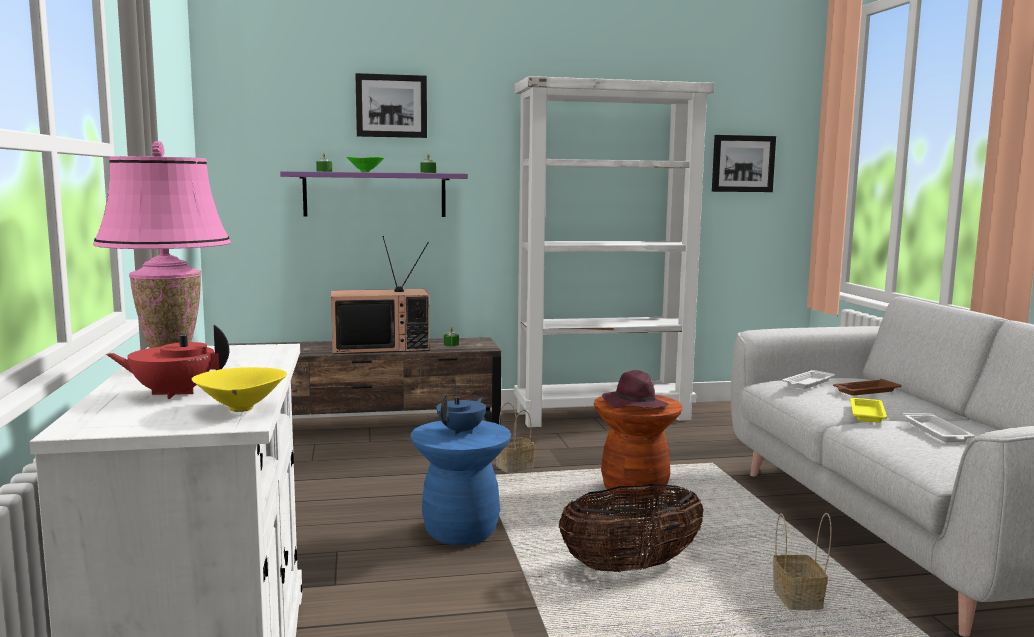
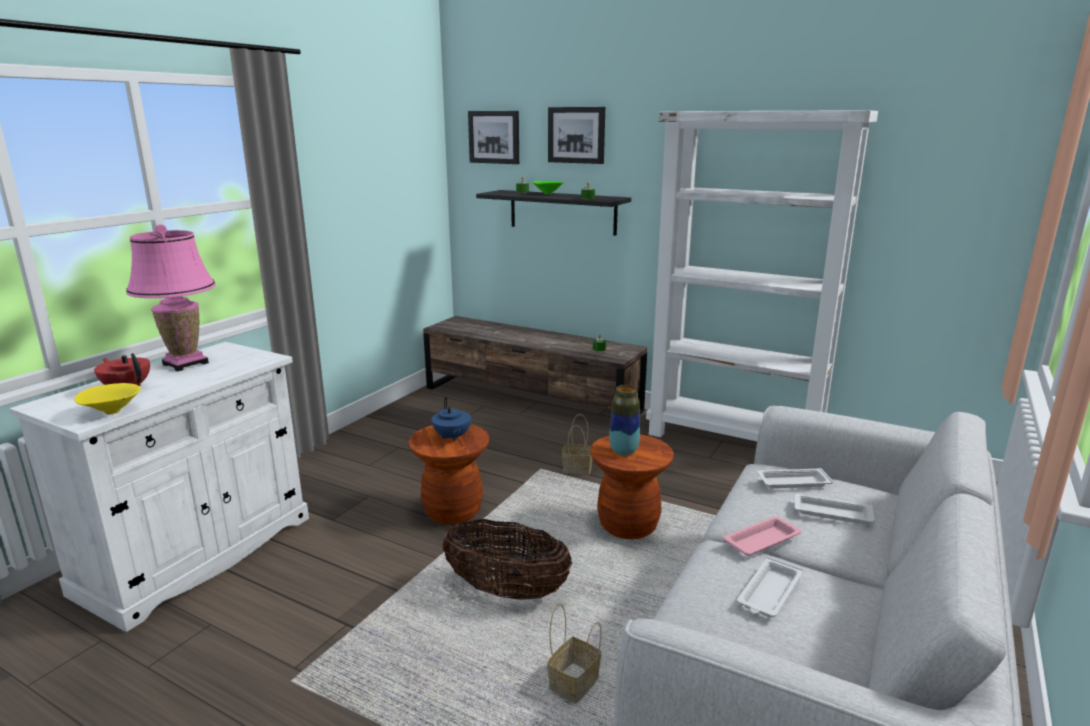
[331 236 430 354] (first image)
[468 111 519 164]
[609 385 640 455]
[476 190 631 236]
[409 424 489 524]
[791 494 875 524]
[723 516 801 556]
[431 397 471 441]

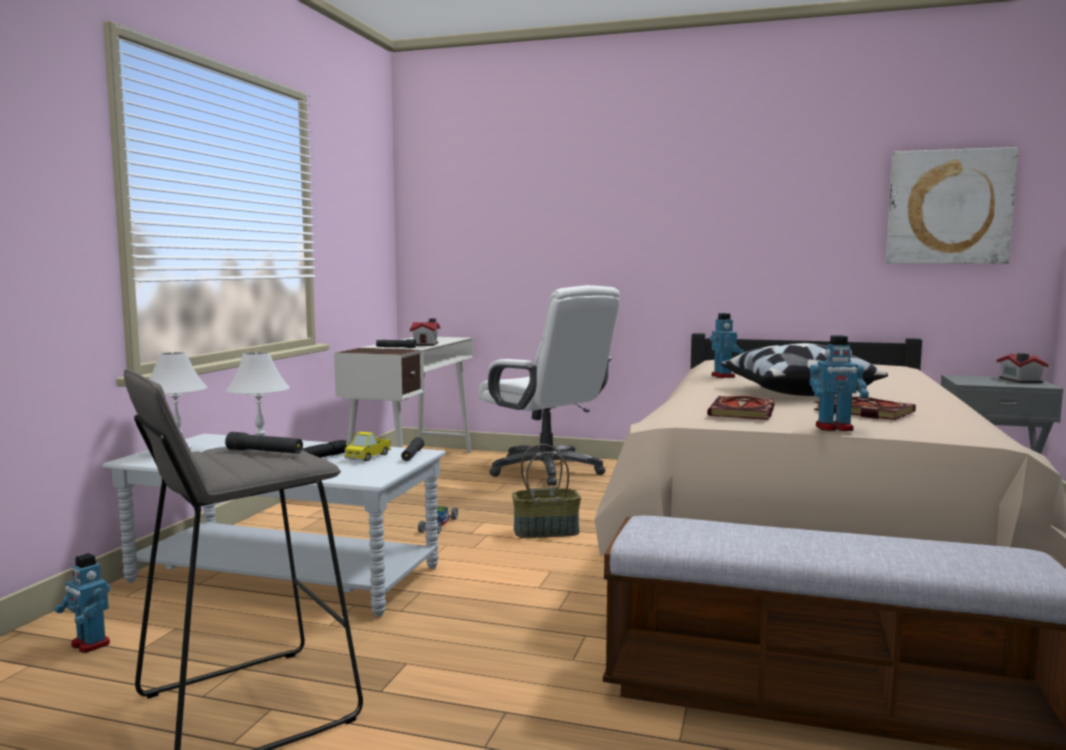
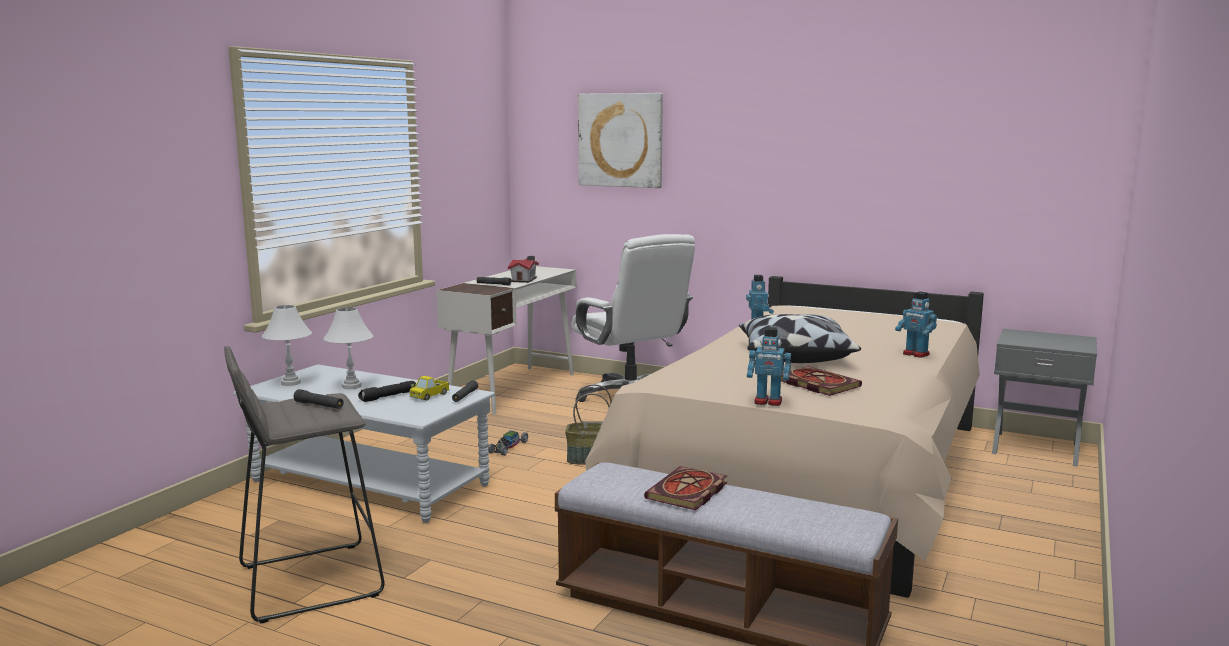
[997 353 1048 383] (first image)
[895 291 937 358]
[644 466 727 510]
[578 93 663 188]

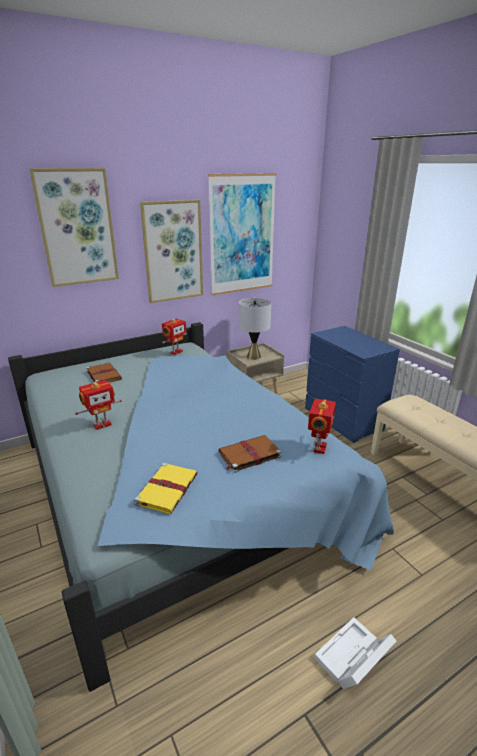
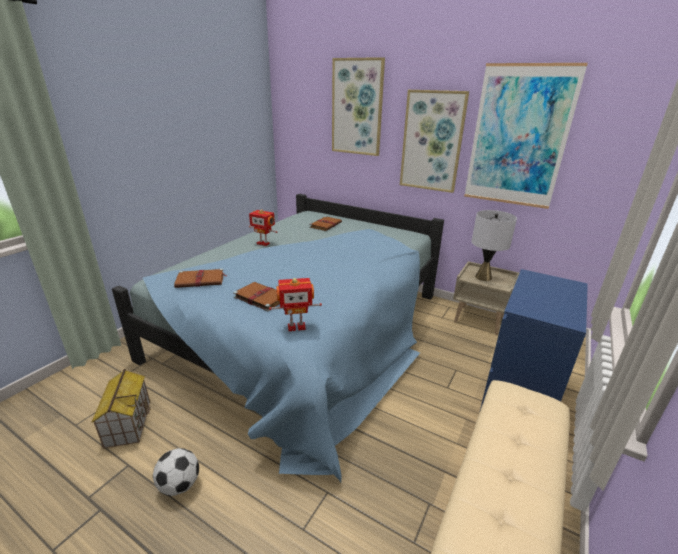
[162 319 187 355] (first image)
[92 369 151 448]
[153 448 199 496]
[174 268 226 288]

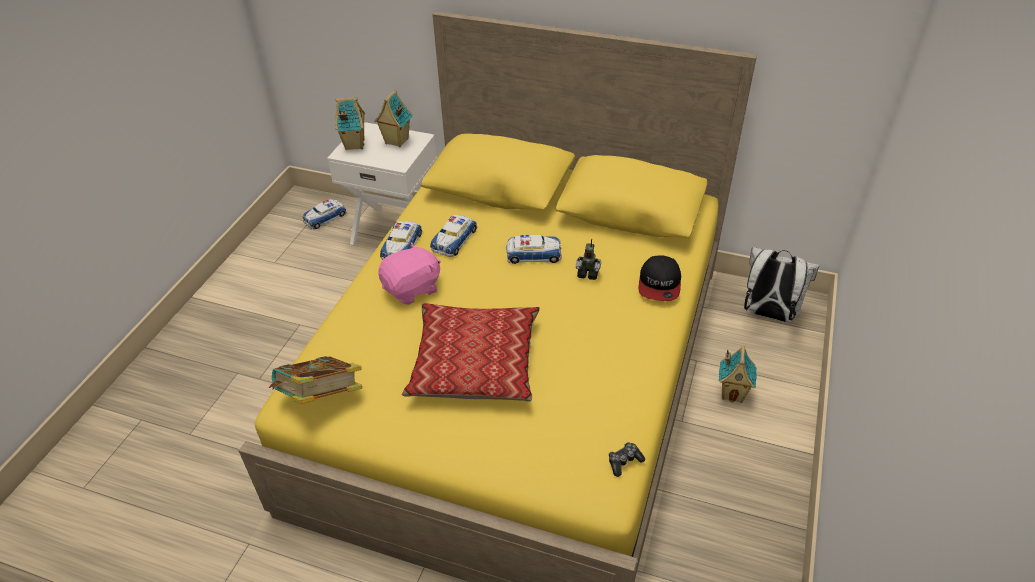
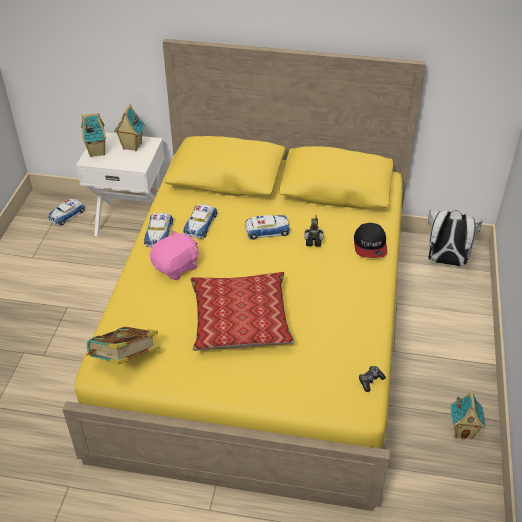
[450 391 485 440]

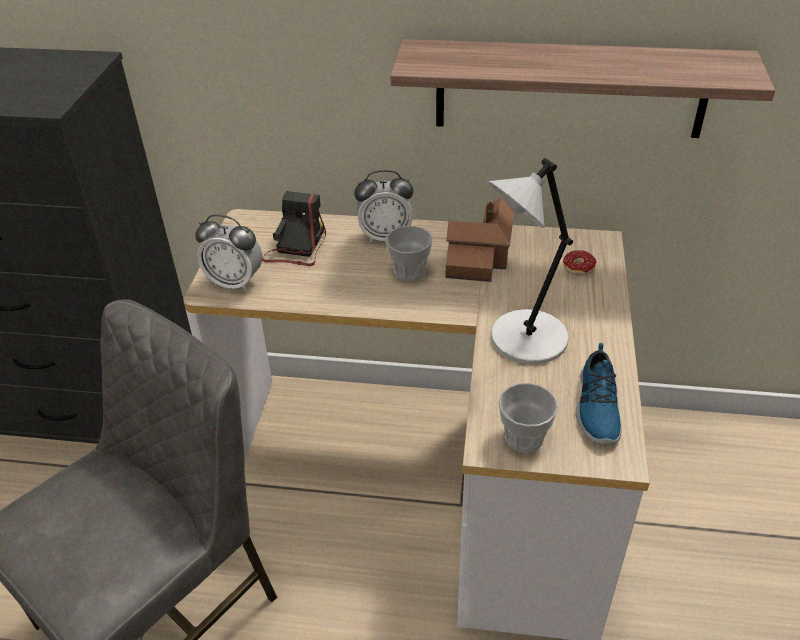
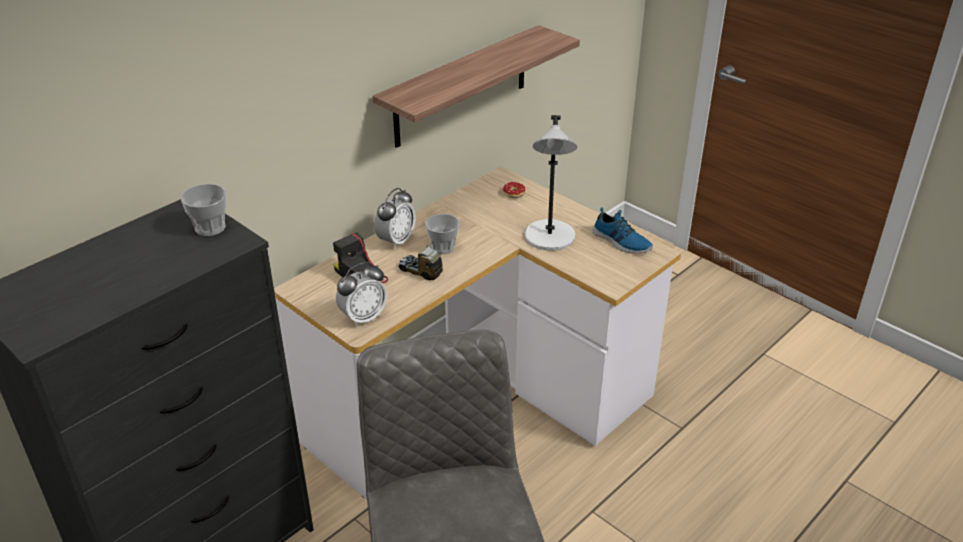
[446 197 514 282] (first image)
[398 245 443 280]
[181 184 227 236]

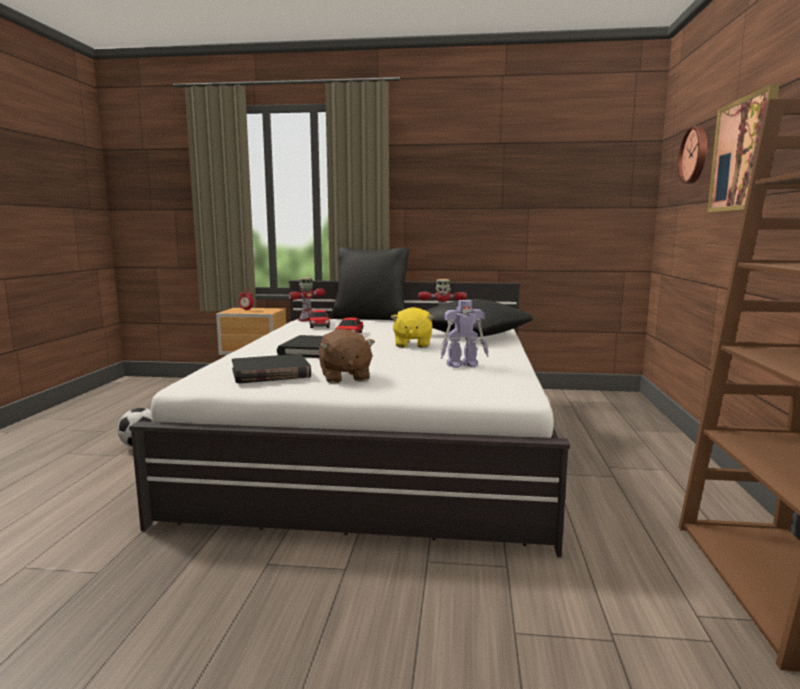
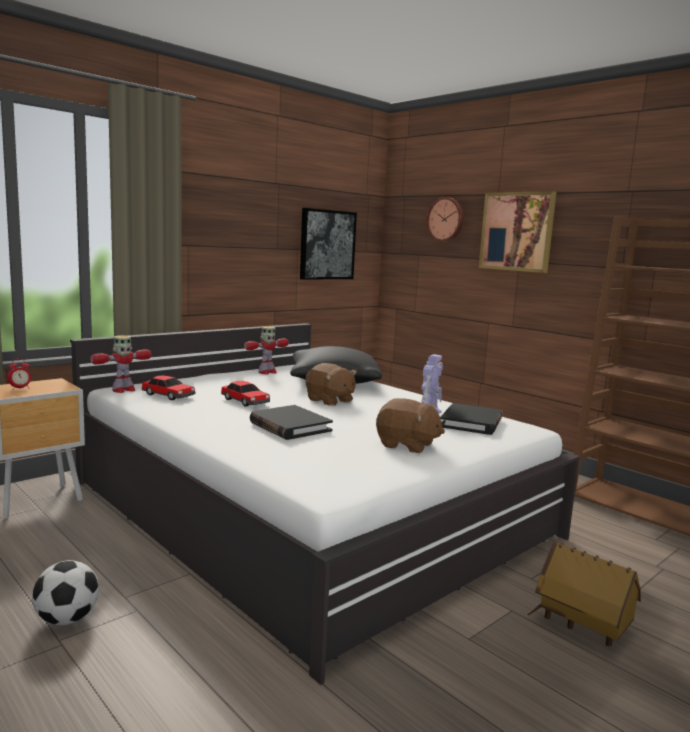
[332 247 409 320] (first image)
[300 208 357 280]
[527 541 641 647]
[440 403 503 435]
[305 363 357 406]
[90 335 151 393]

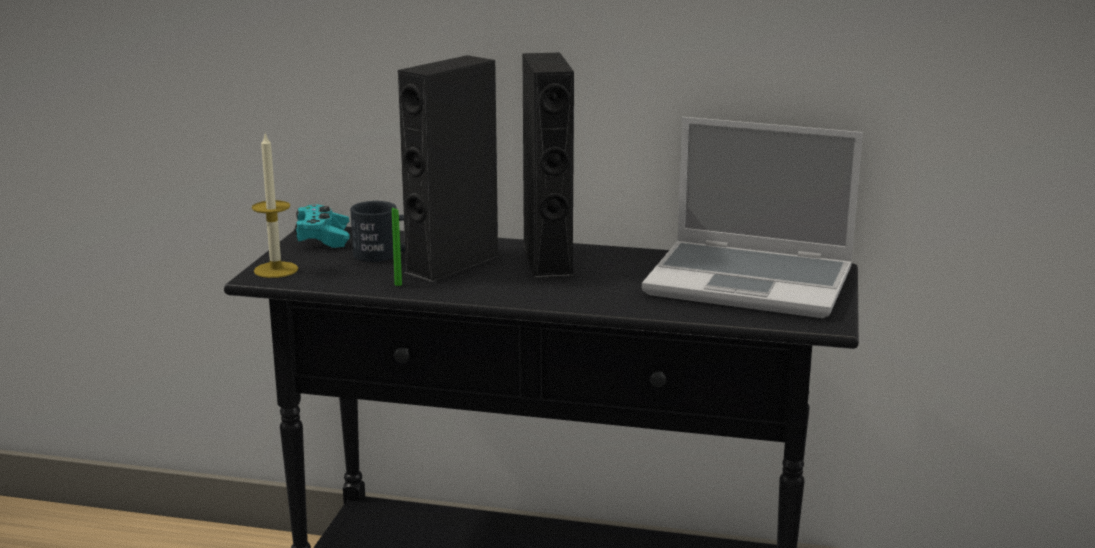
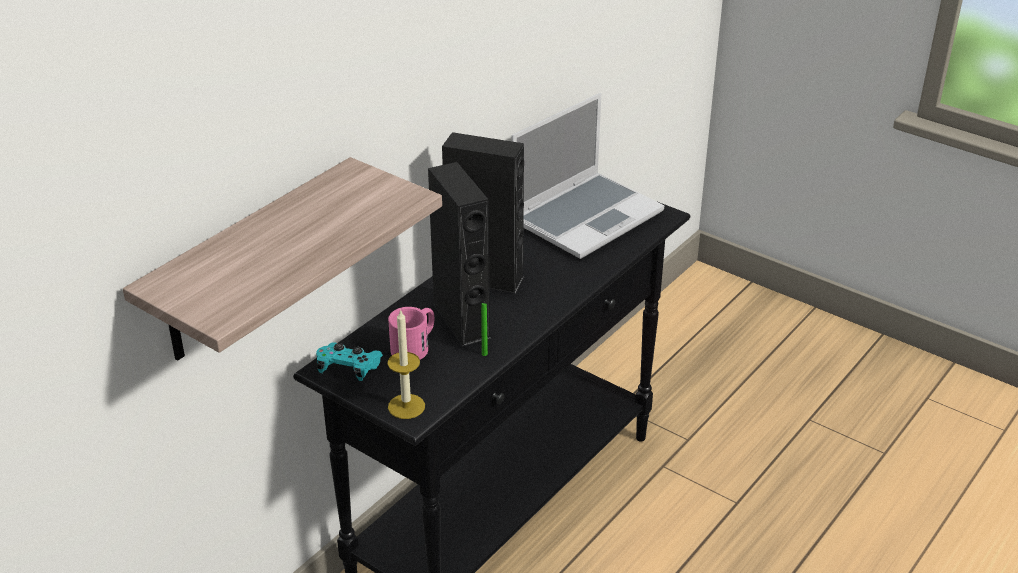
[123 157 442 361]
[388 307 434 360]

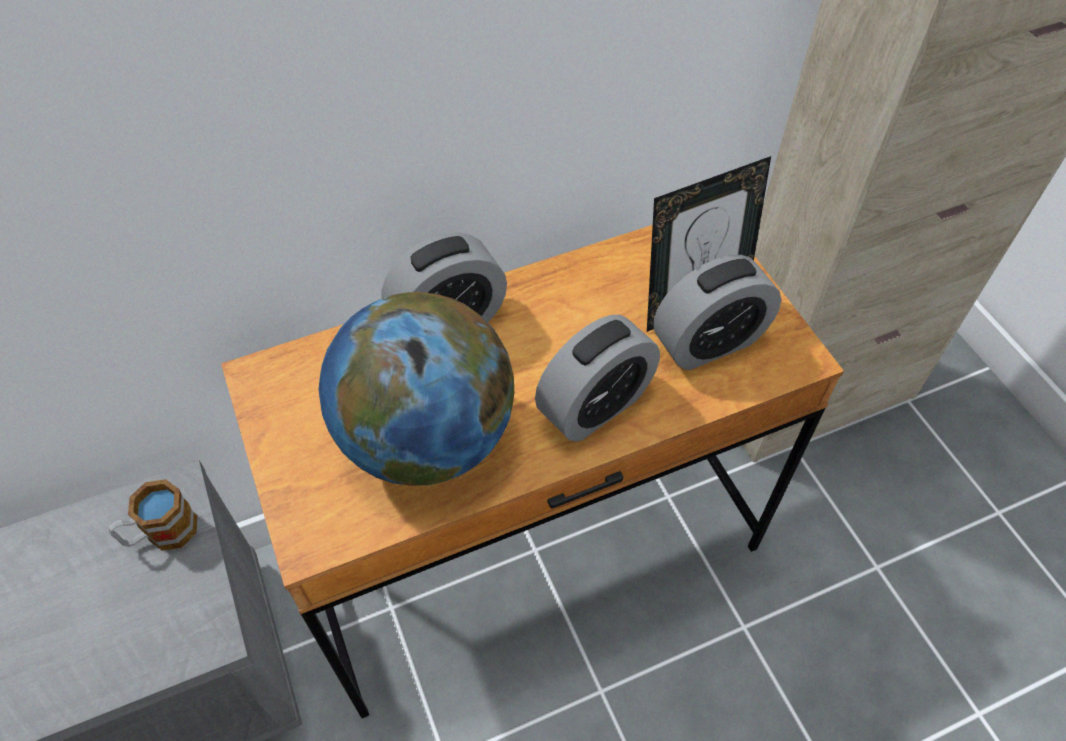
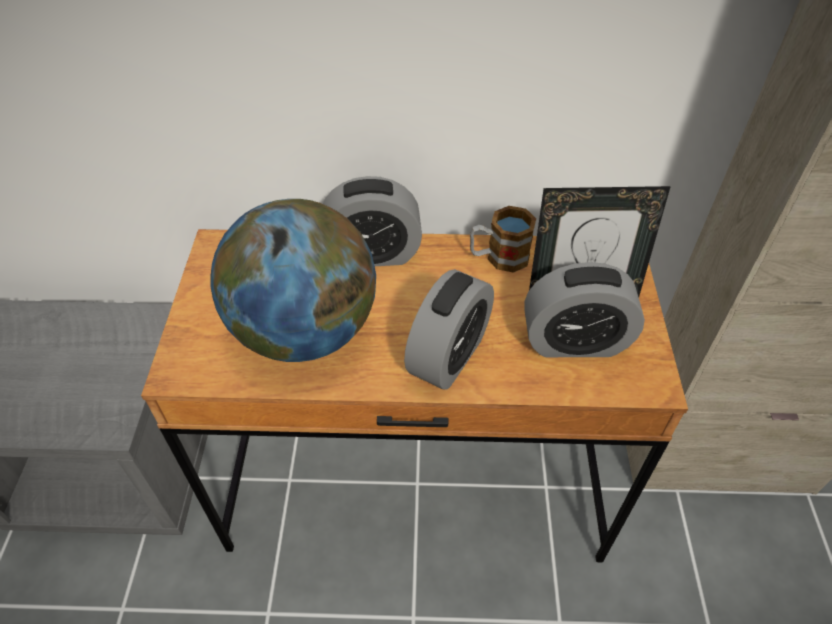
[470 206 536 273]
[404 269 494 389]

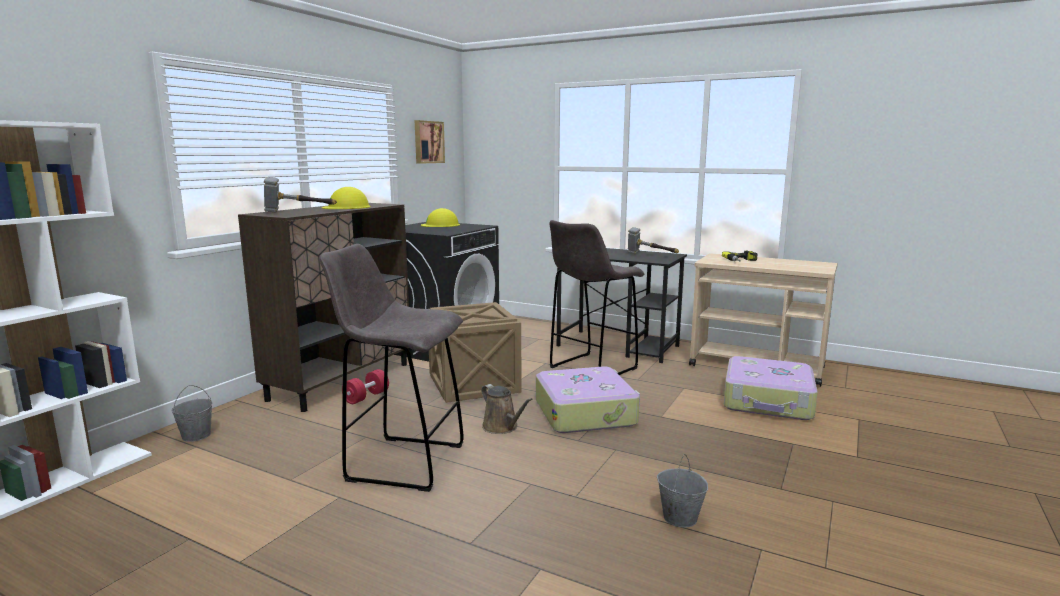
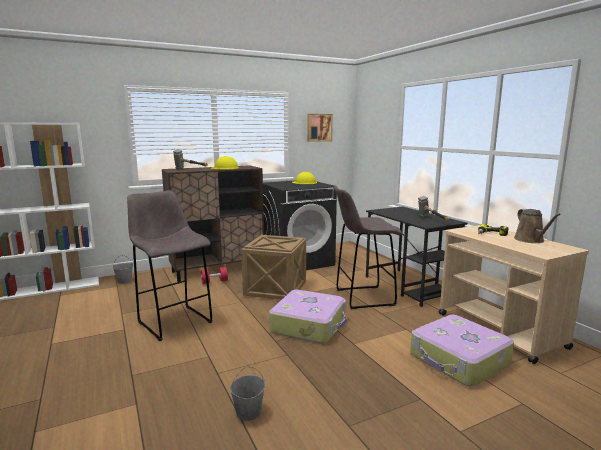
[514 209 561 243]

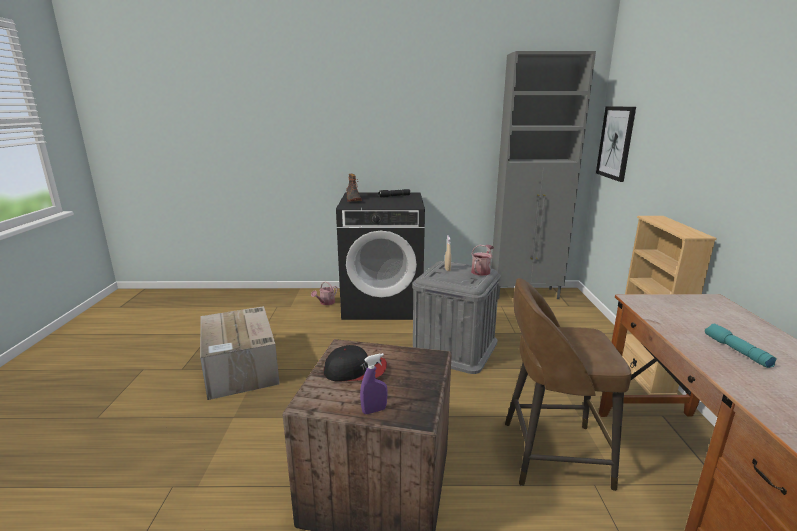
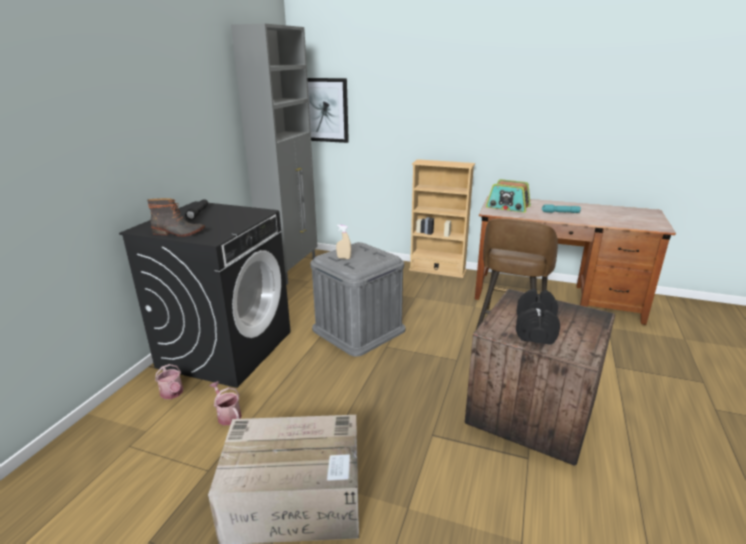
[360 353 387 414] (first image)
[486 179 531 213]
[209 381 242 425]
[516 289 560 345]

